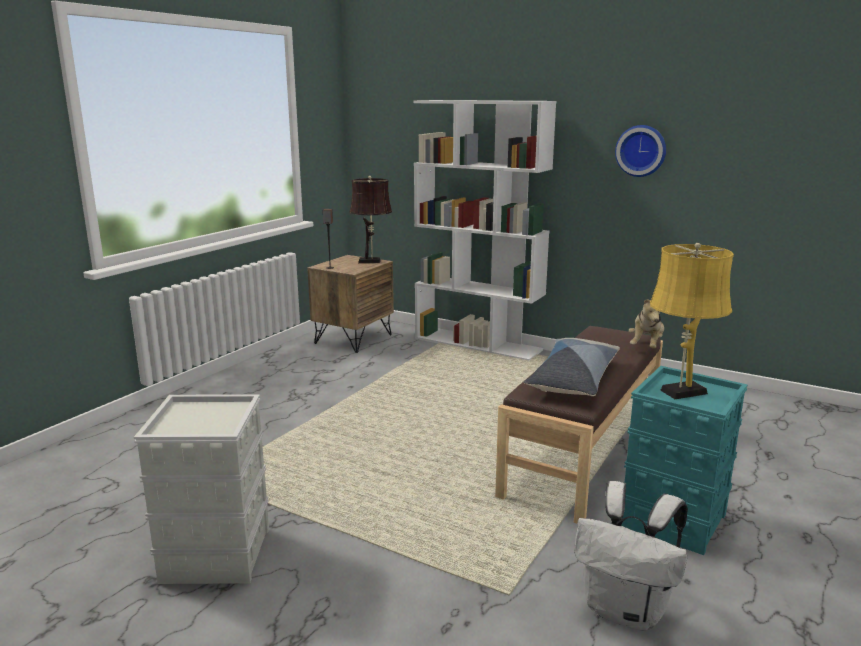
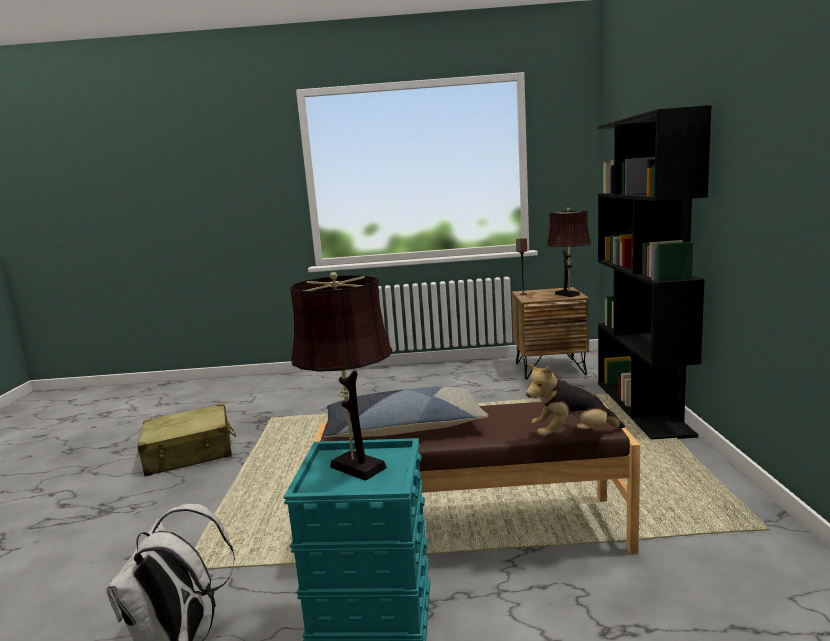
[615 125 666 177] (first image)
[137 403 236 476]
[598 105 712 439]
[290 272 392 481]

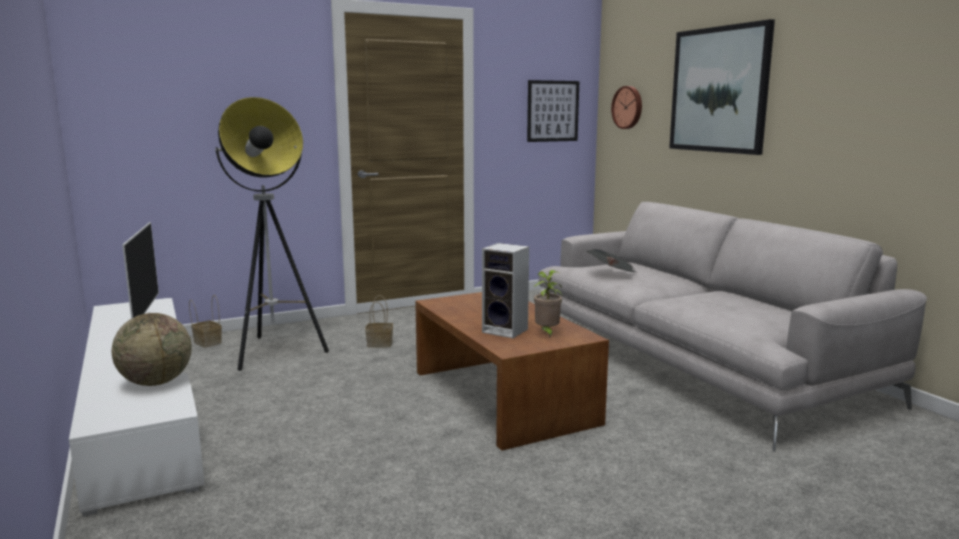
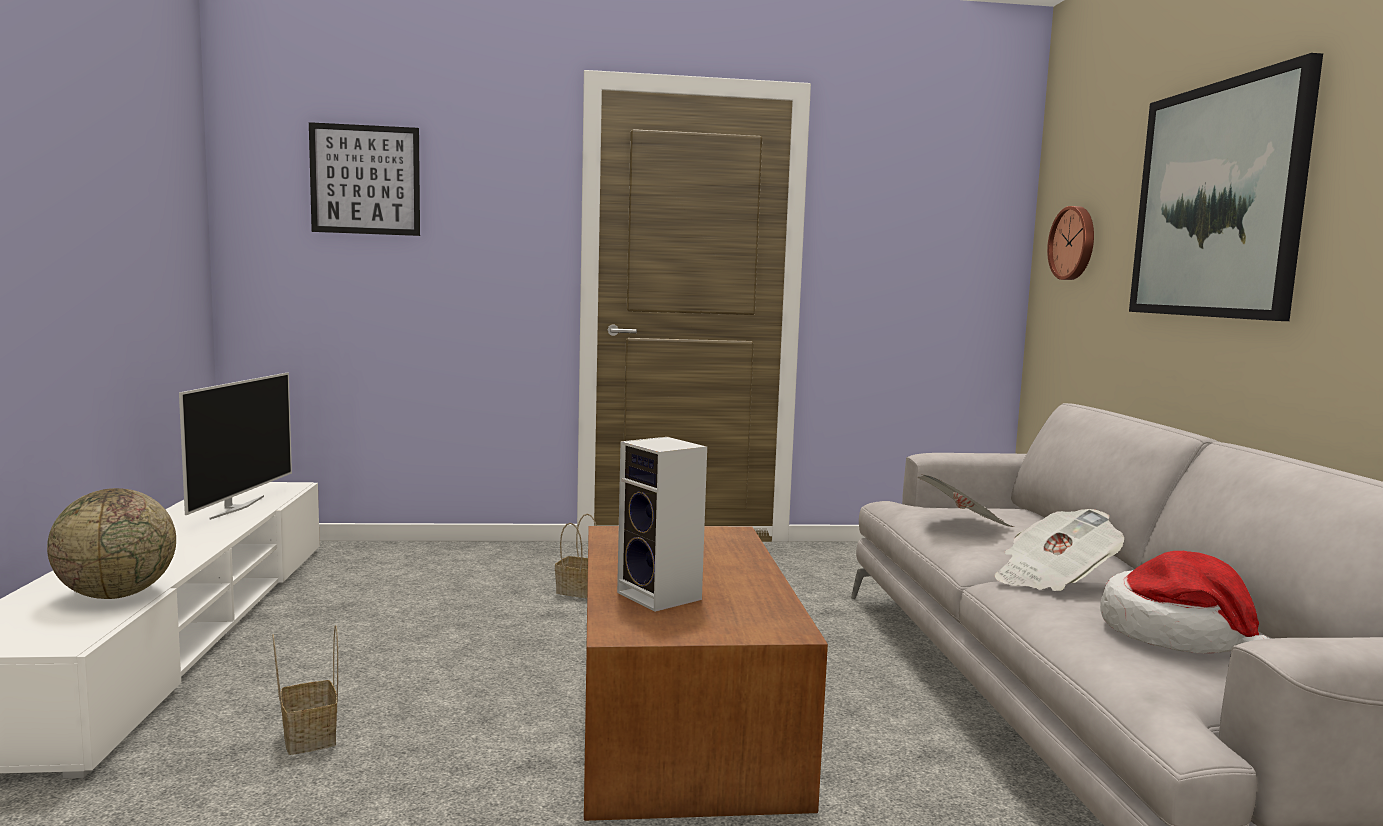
[215 97 329 371] (first image)
[533 270 563 339] (first image)
[995 509 1124 591]
[1100 551 1270 653]
[272 625 338 755]
[309 122 420 236]

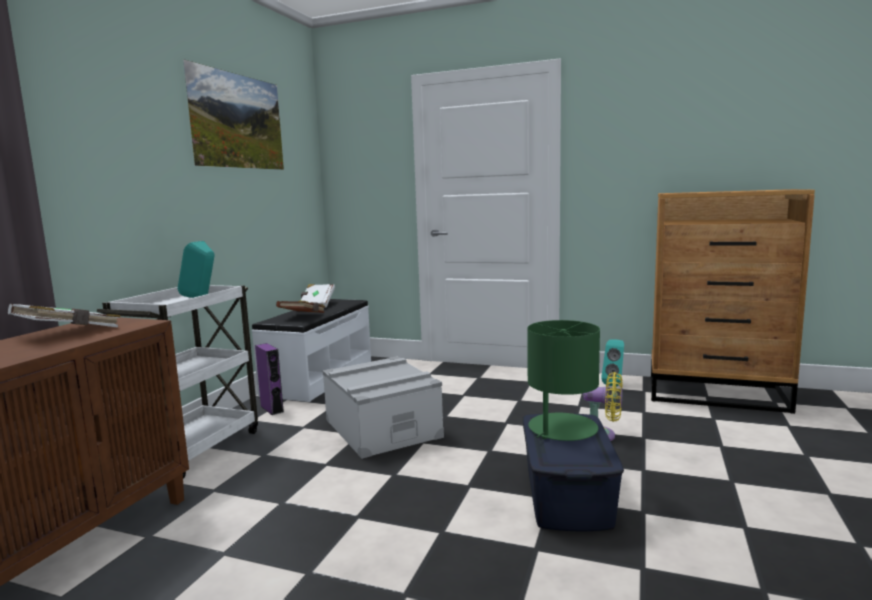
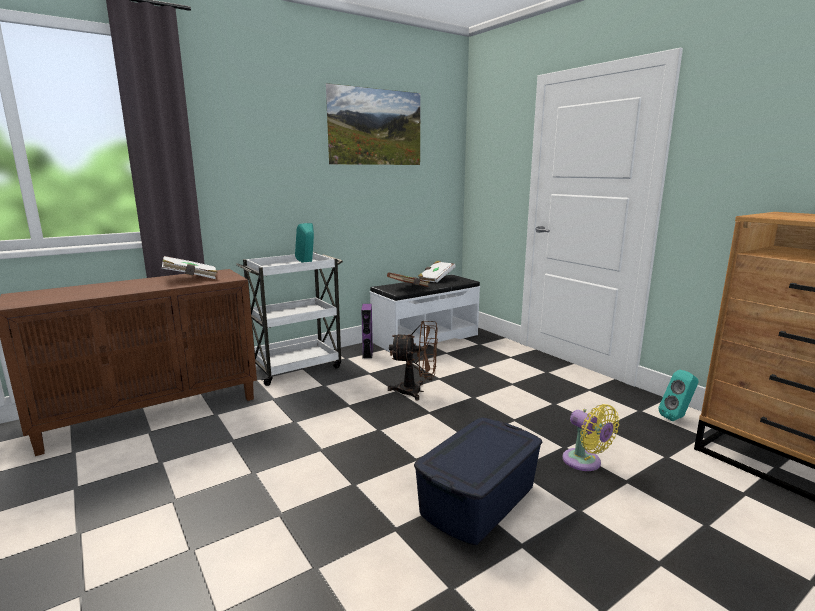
[527 320 600 441] (first image)
[388 321 438 401]

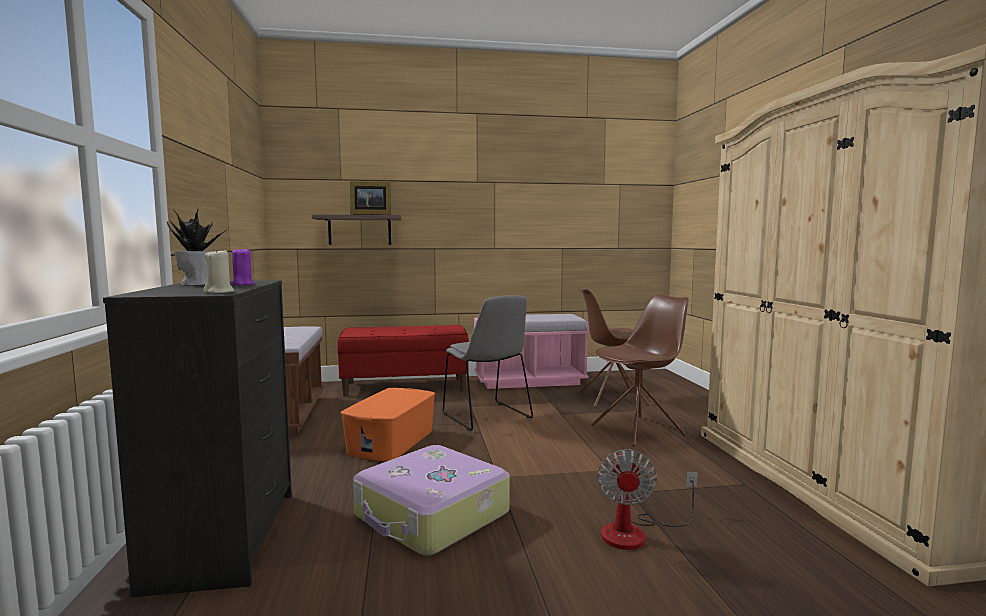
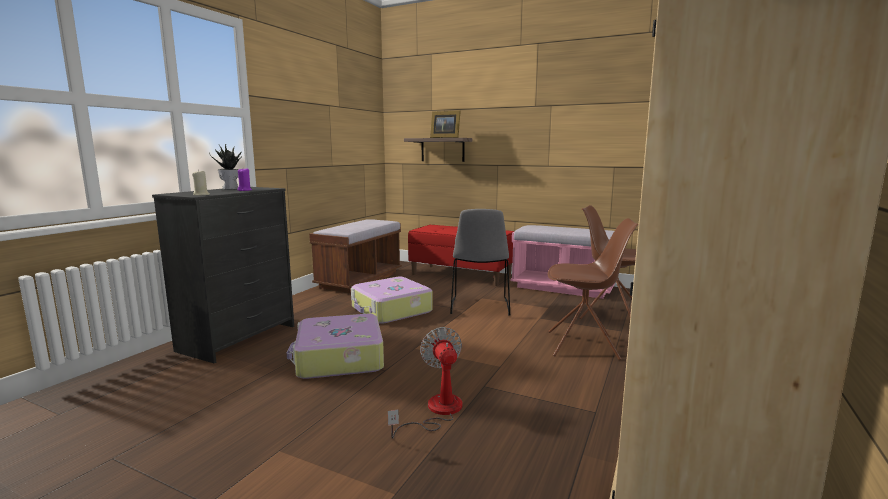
[351 277 433 324]
[388 327 463 439]

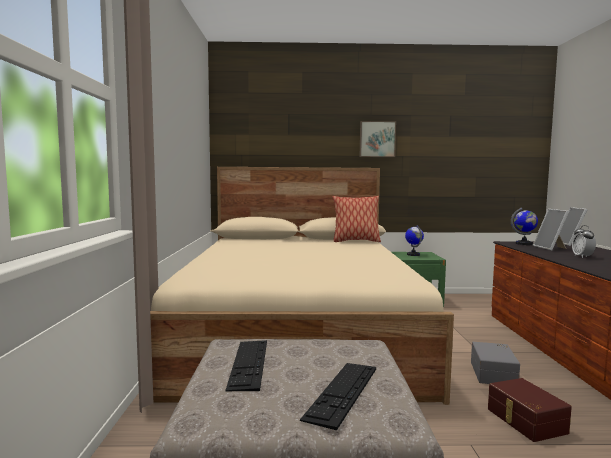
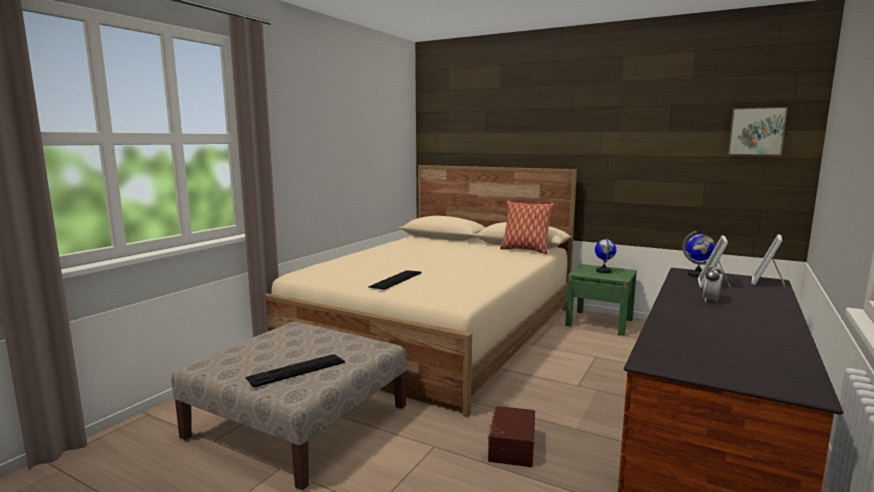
[471 342 520 384] (first image)
[368 270 422 290]
[728 107 788 155]

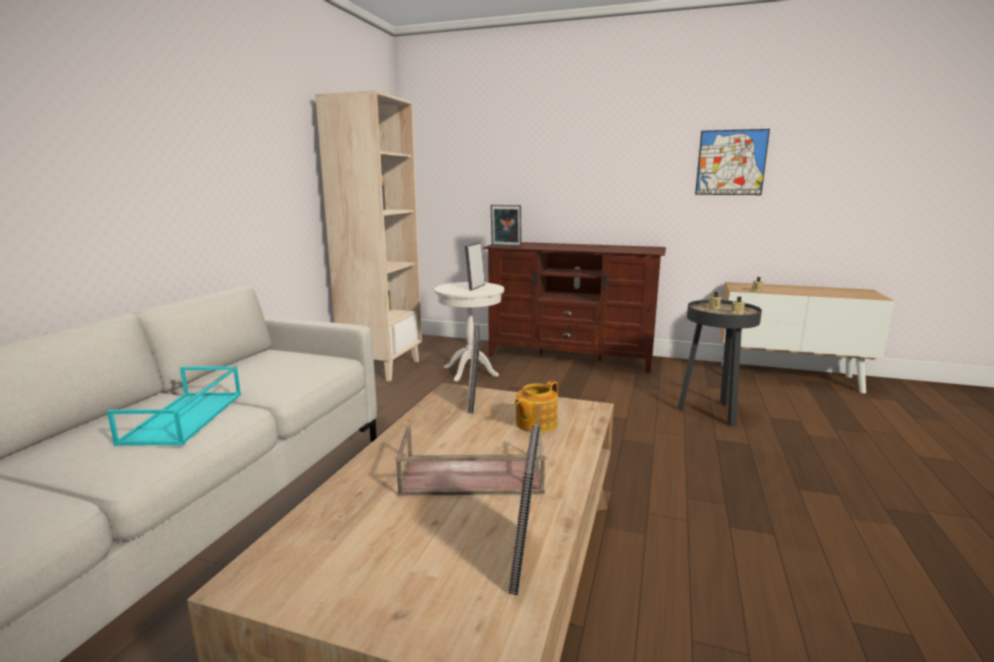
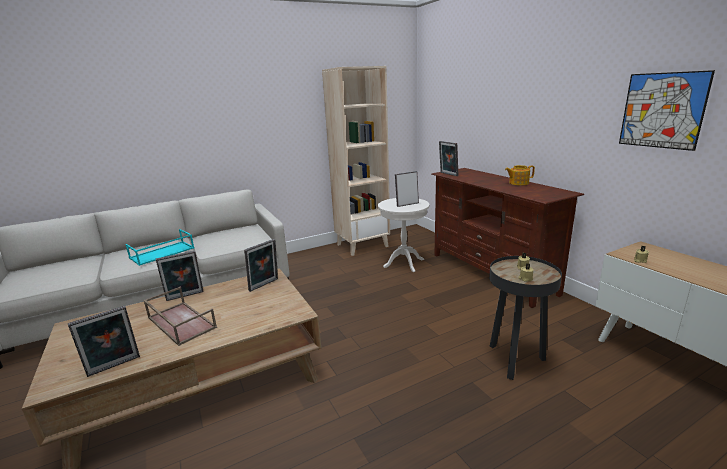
[156 251 204 301]
[505 165 535 185]

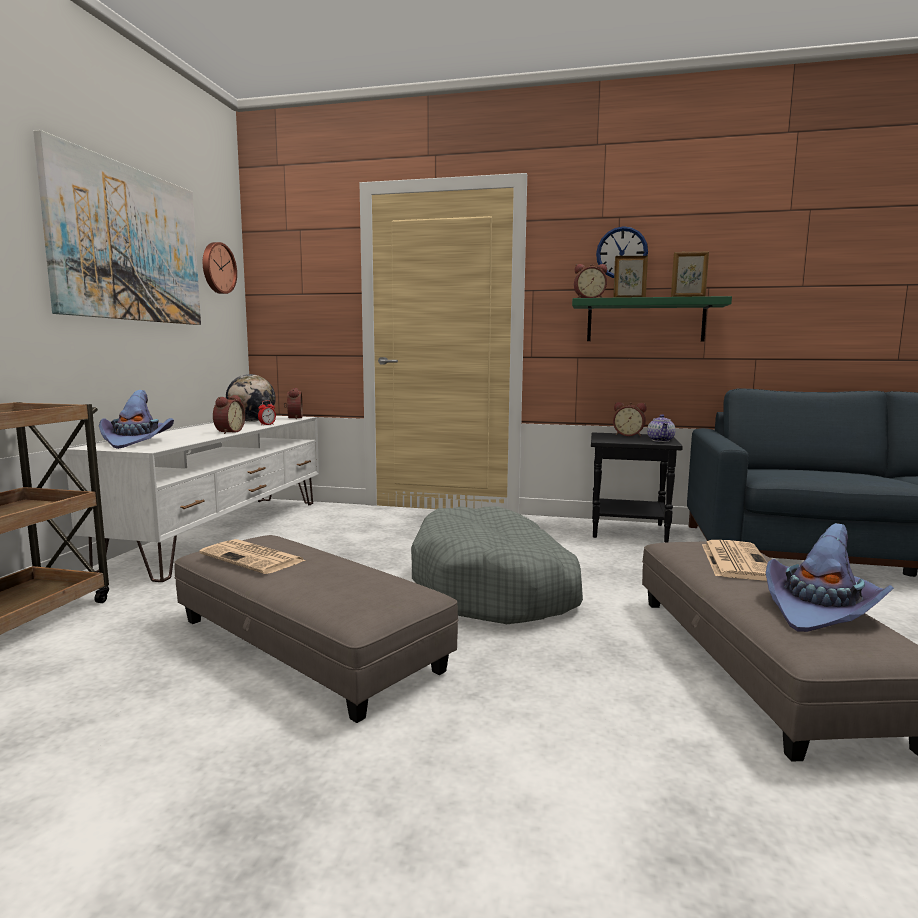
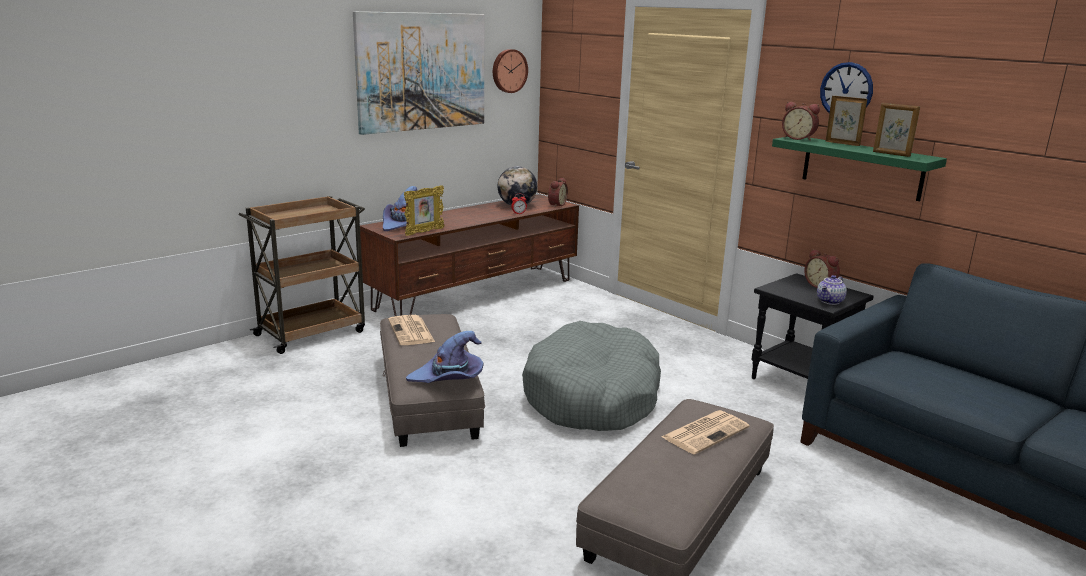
[213 395 245 434] (first image)
[404 185 444 236]
[406 331 484 383]
[360 194 579 316]

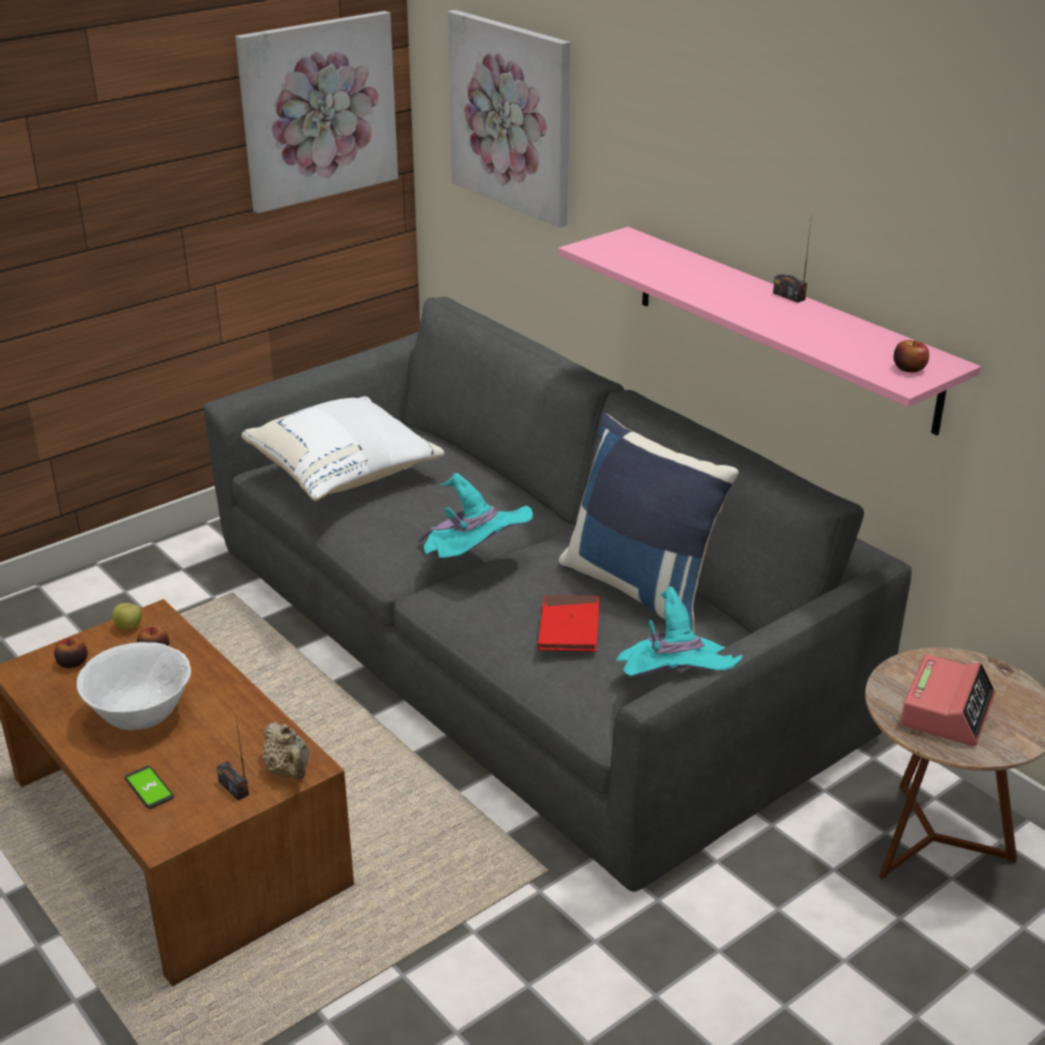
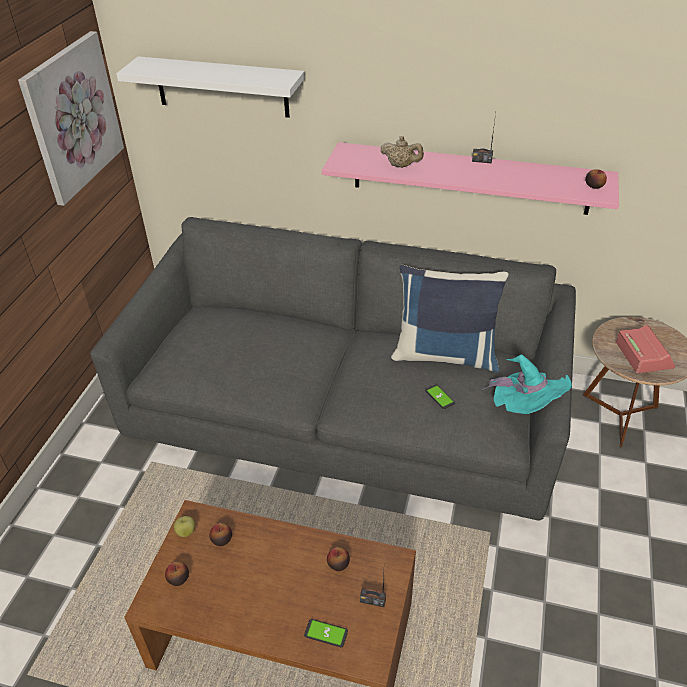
[77 642 191 730] (first image)
[241 397 444 501] (first image)
[418 473 533 558] (first image)
[327 547 350 571]
[380 136 424 168]
[116 56 305 118]
[425 384 455 409]

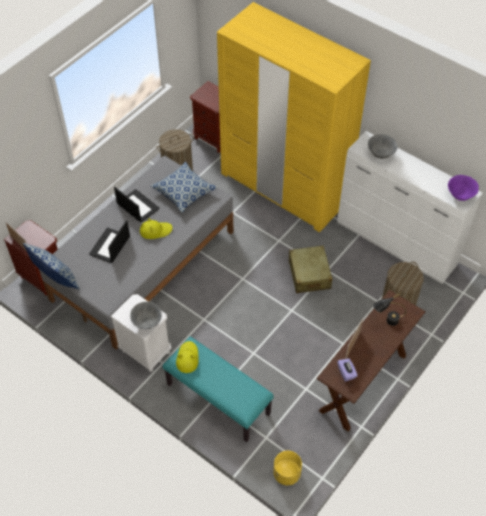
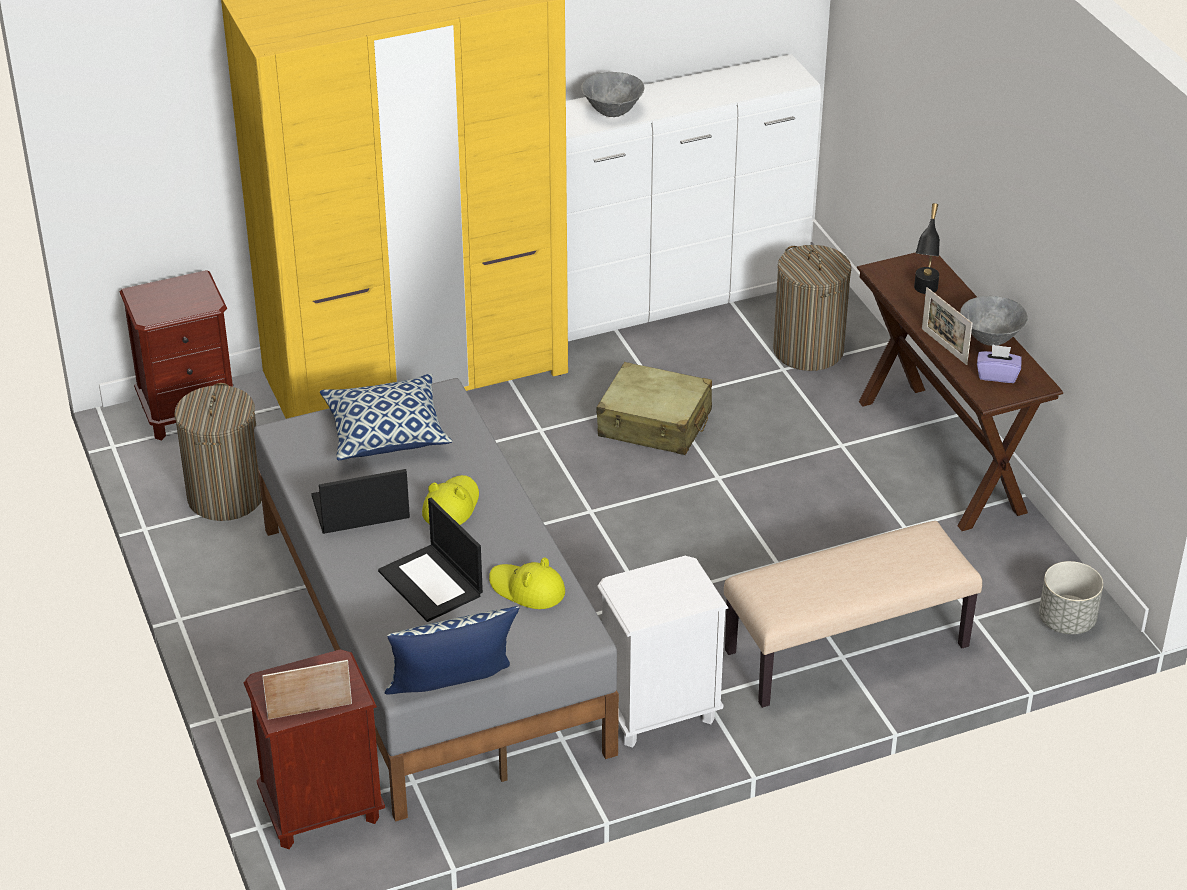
[448 175 479 201] (first image)
[960 296 1028 346]
[489 558 565 609]
[724 521 982 708]
[1039 561 1103 634]

